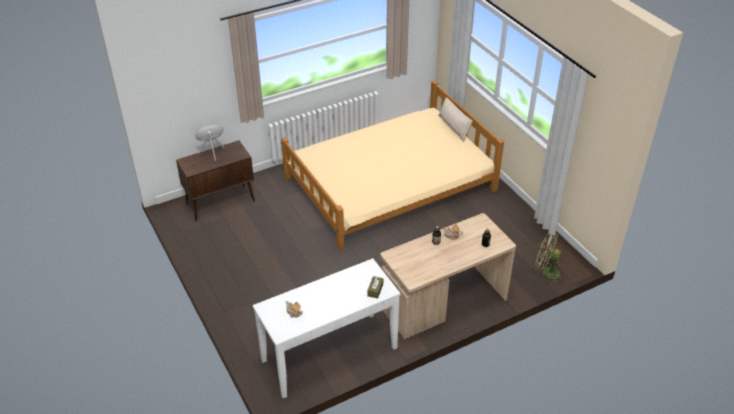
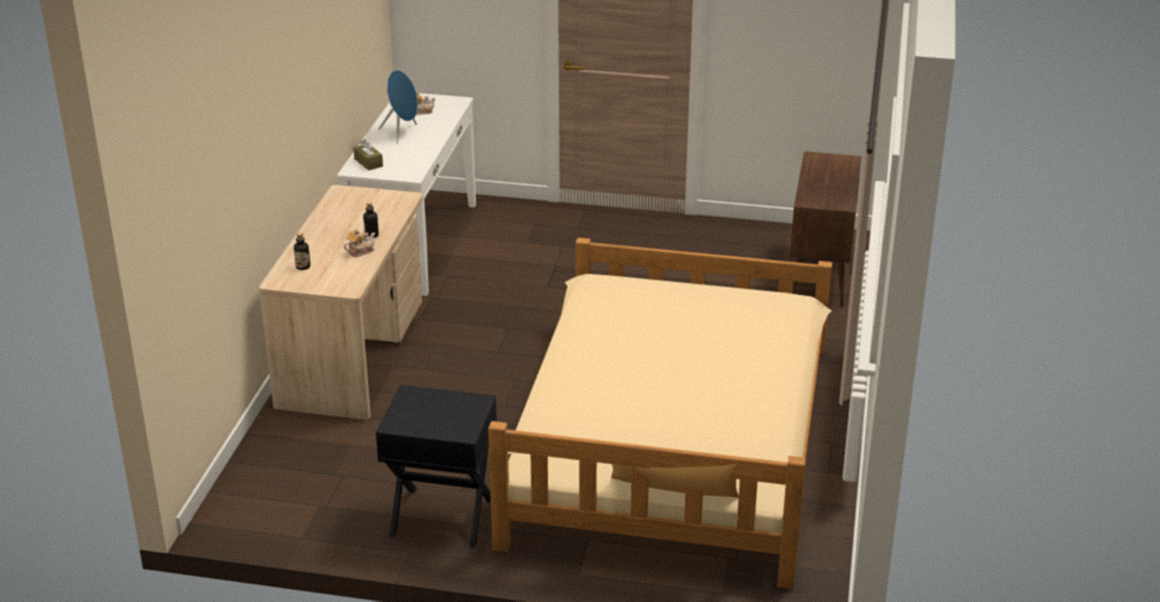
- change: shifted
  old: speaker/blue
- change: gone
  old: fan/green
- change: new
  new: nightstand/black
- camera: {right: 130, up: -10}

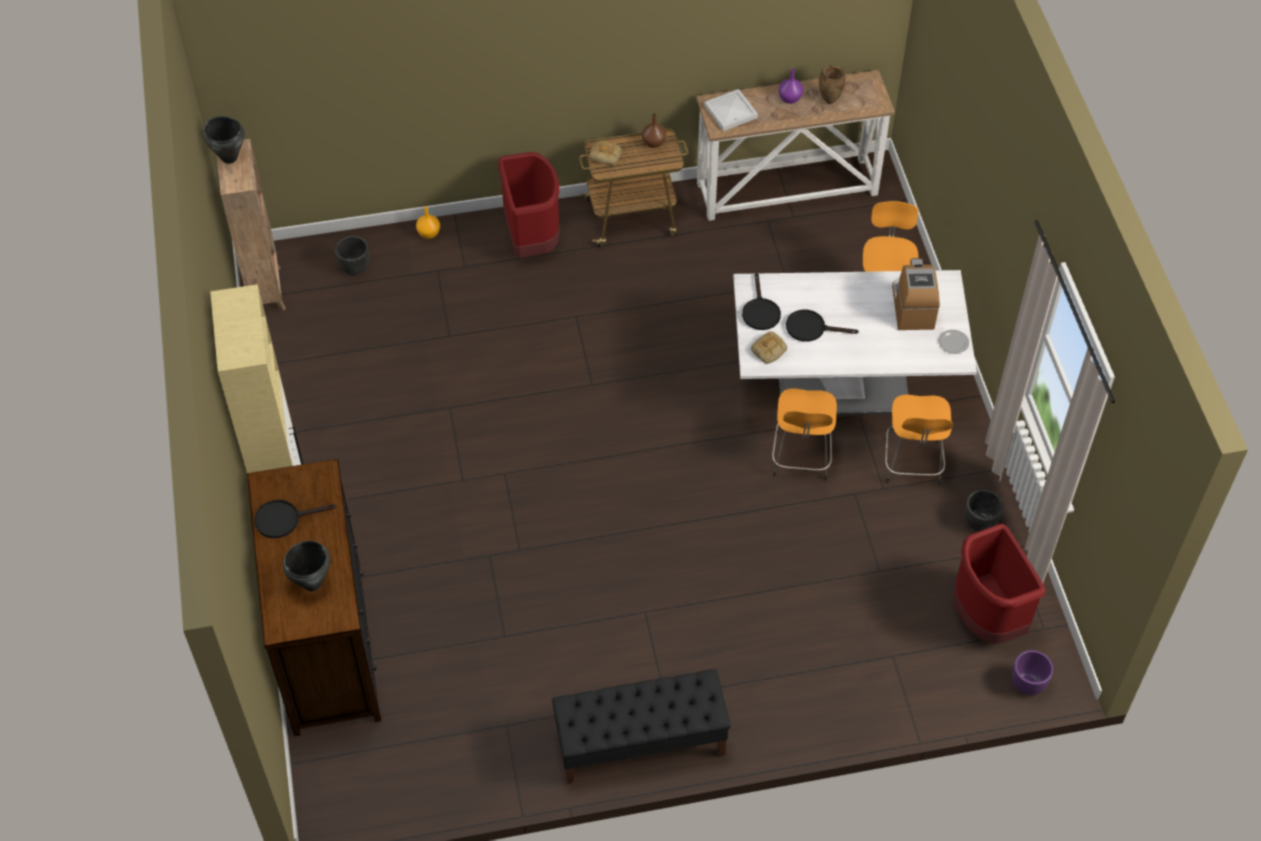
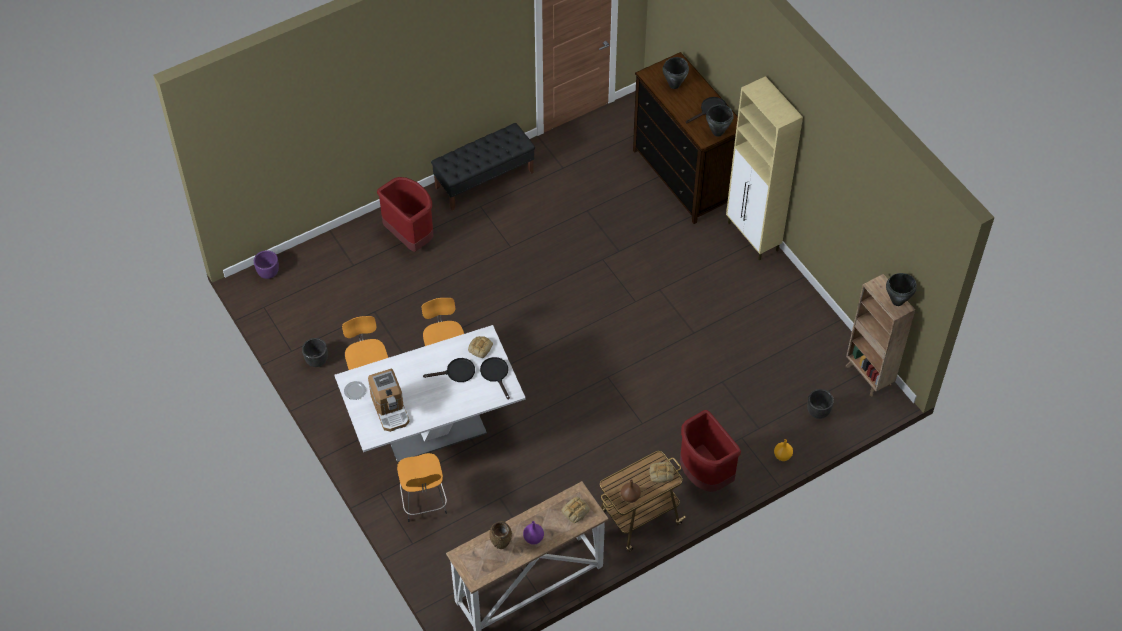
- change: swapped
  old: tray/white
  new: bread (no. 2 from left)
- change: shifted
  old: trash can/red (no. 2 from left in the first image)
  new: trash can/red (no. 1 from left)
- change: new
  new: cooking pot/black (no. 2 from left)
- camera: {right: 160, up: 0}

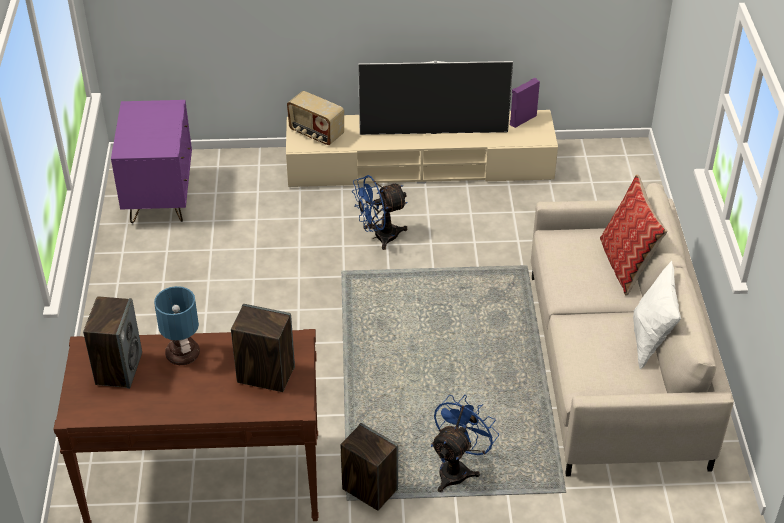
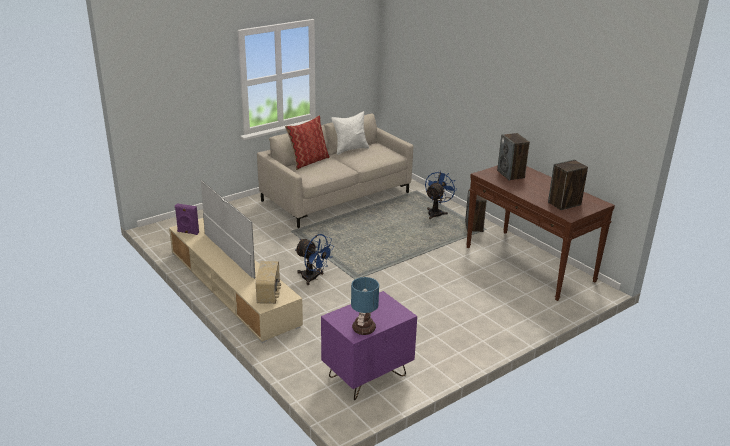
- change: shifted
  old: table lamp
- change: rotated
  old: fan/blue (no. 2 from left)
  degrees: 120
- camera: {right: -125, up: -15}

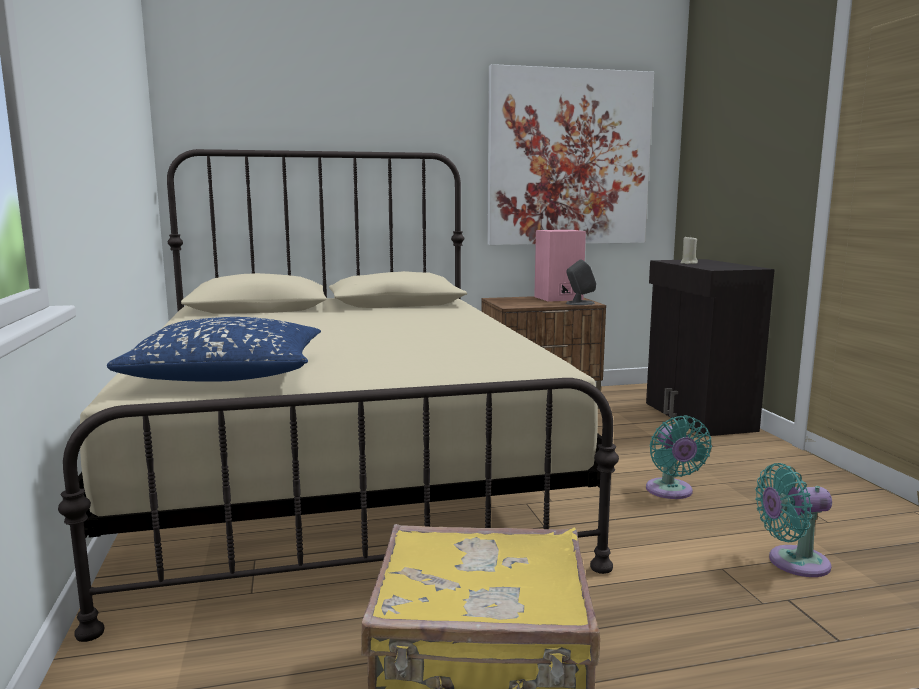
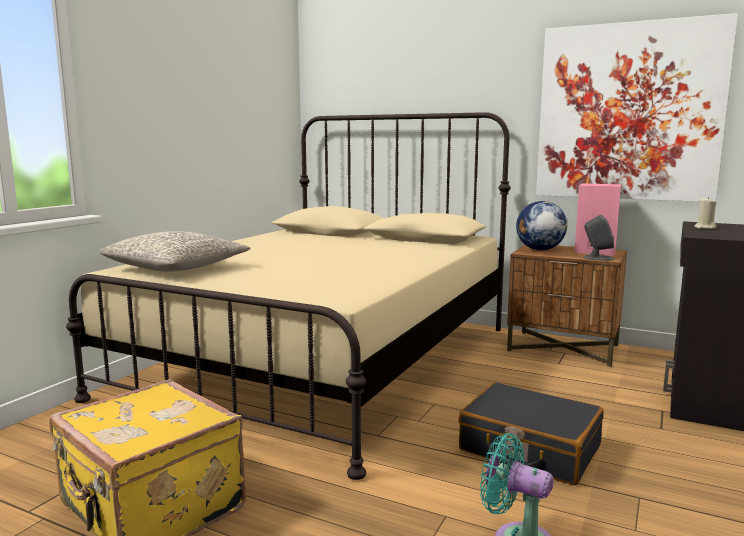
- change: repainted
  old: pillow/blue
  new: pillow/grey
- change: swapped
  old: fan/turquoise (no. 1 from left)
  new: suitcase/black
- change: new
  new: globe
- camera: {right: 40, up: 0}

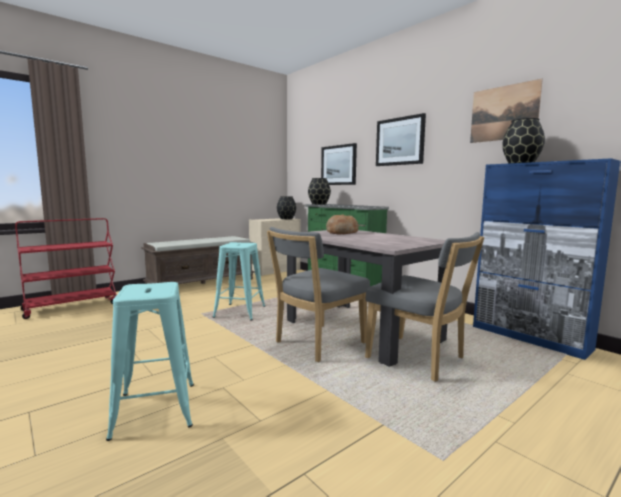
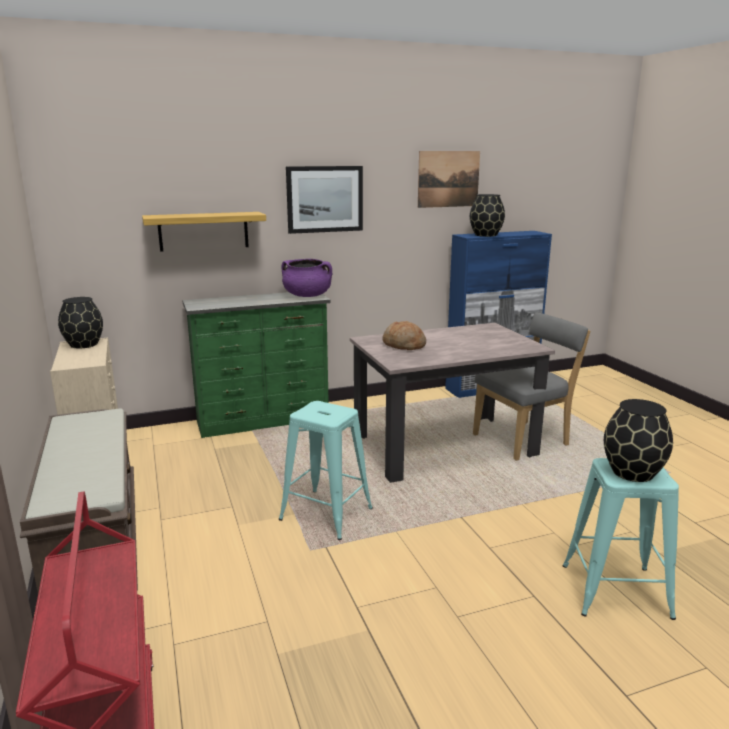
- change: swapped
  old: picture (no. 1 from left)
  new: shelf
- change: shifted
  old: vase/black (no. 2 from left in the first image)
  new: vase/black (no. 3 from left)
- change: gone
  old: chair/grey (no. 1 from left)
- change: new
  new: cooking pot/purple
- camera: {right: -70, up: 10}

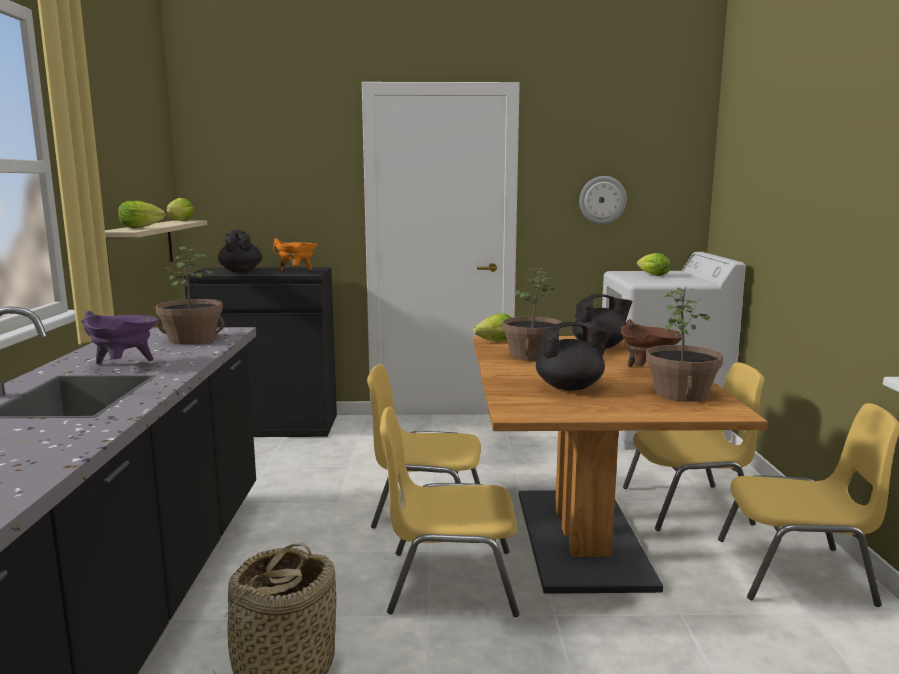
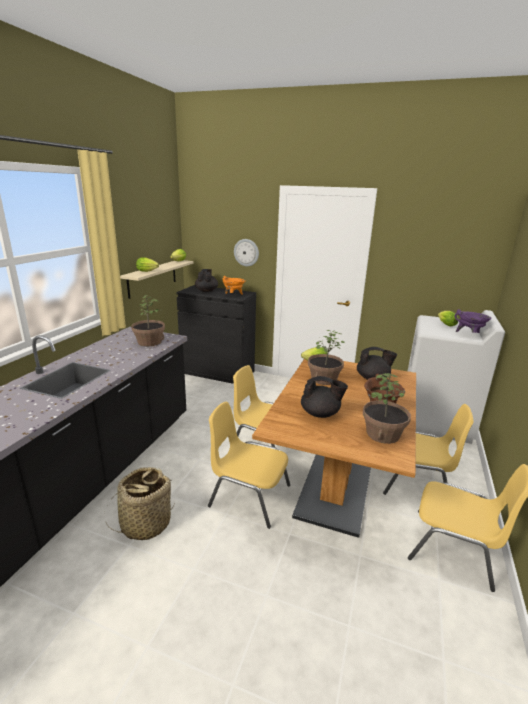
- change: shifted
  old: wall clock
- change: shifted
  old: cooking pot/purple
- camera: {right: 20, up: 10}

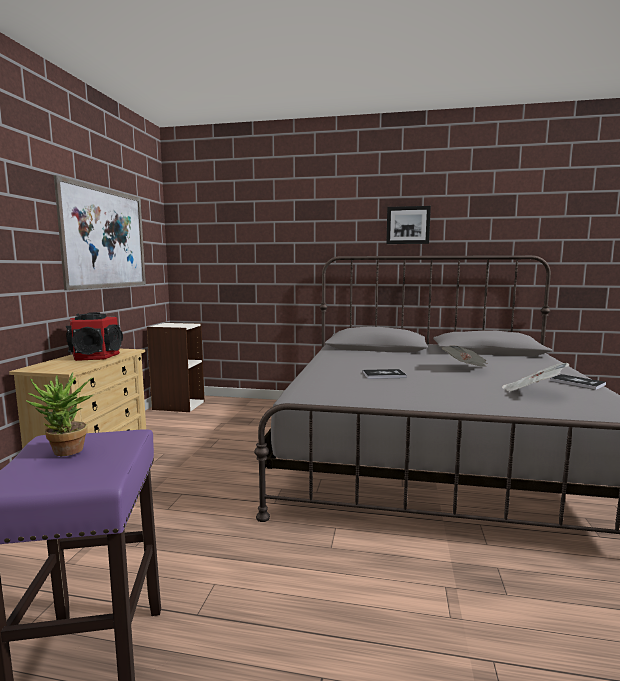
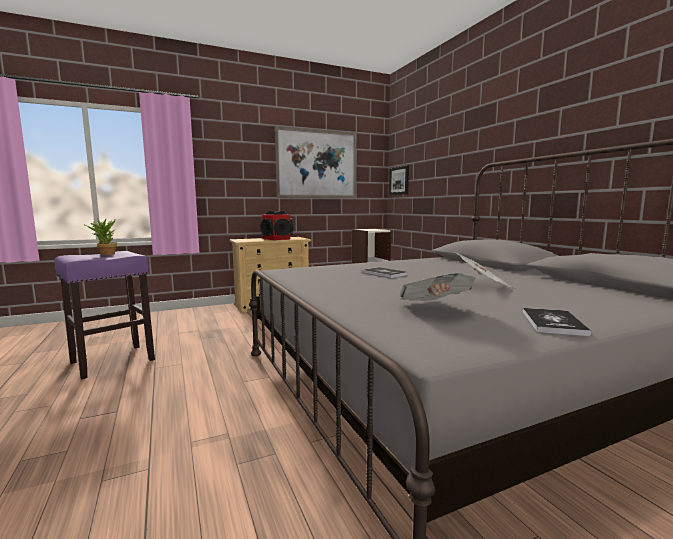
- change: shifted
  old: picture (no. 2 from left)
- camera: {right: 55, up: 0}

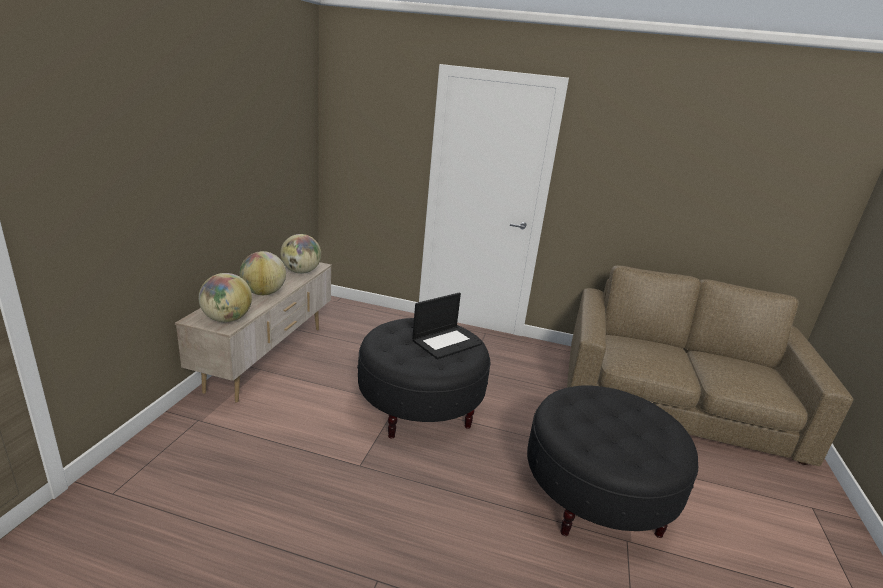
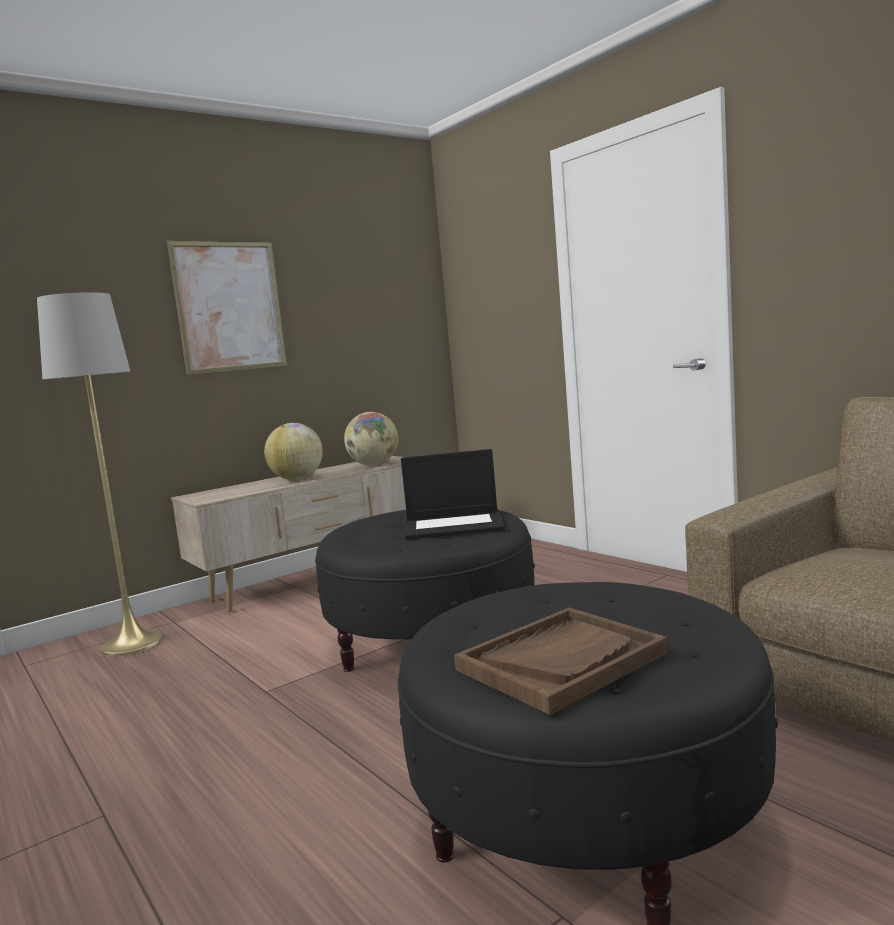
- change: gone
  old: globe (no. 1 from left)
- change: new
  new: picture
- change: new
  new: floor lamp/grey
- change: new
  new: tray/brown
- camera: {right: 40, up: -15}

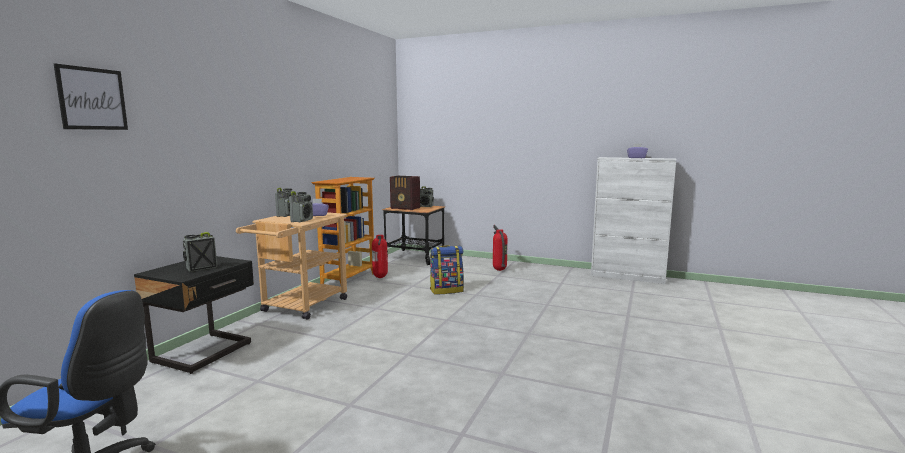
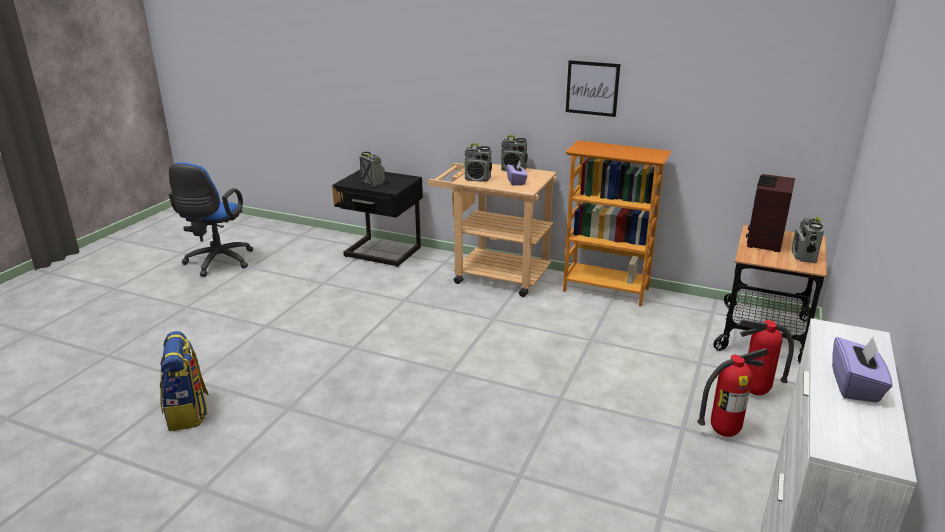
- change: shifted
  old: picture
- change: shifted
  old: fire extinguisher (no. 1 from left in the first image)
  new: fire extinguisher (no. 2 from left)
- change: shifted
  old: backpack
- camera: {right: 90, up: 15}

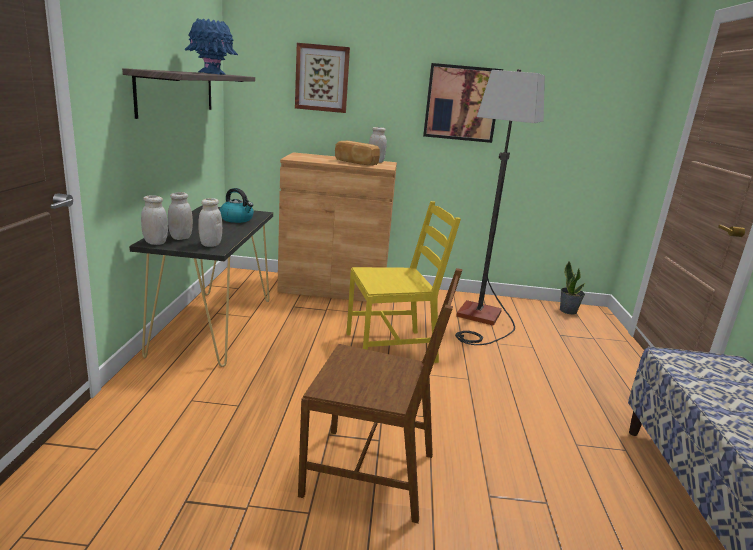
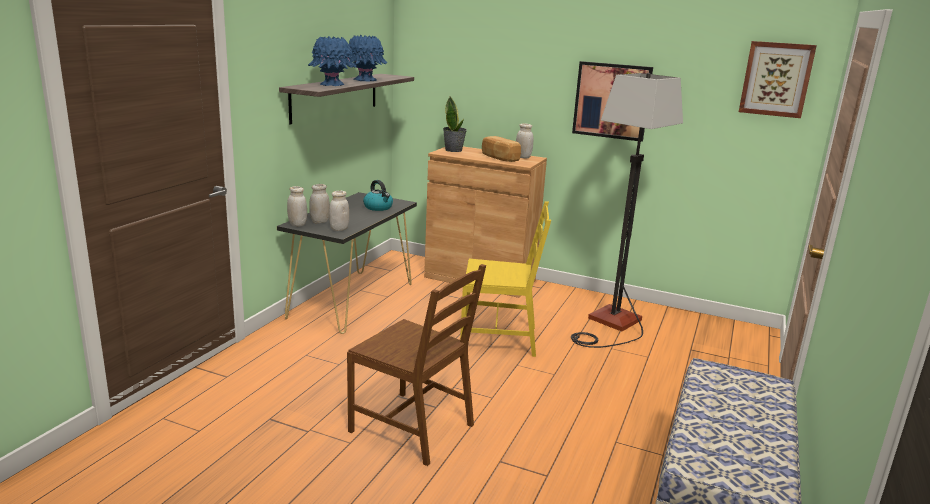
- change: shifted
  old: picture (no. 1 from left in the first image)
  new: picture (no. 2 from left)
- change: shifted
  old: potted plant
- change: new
  new: vase/blue (no. 1 from left)
- camera: {right: 20, up: 0}

